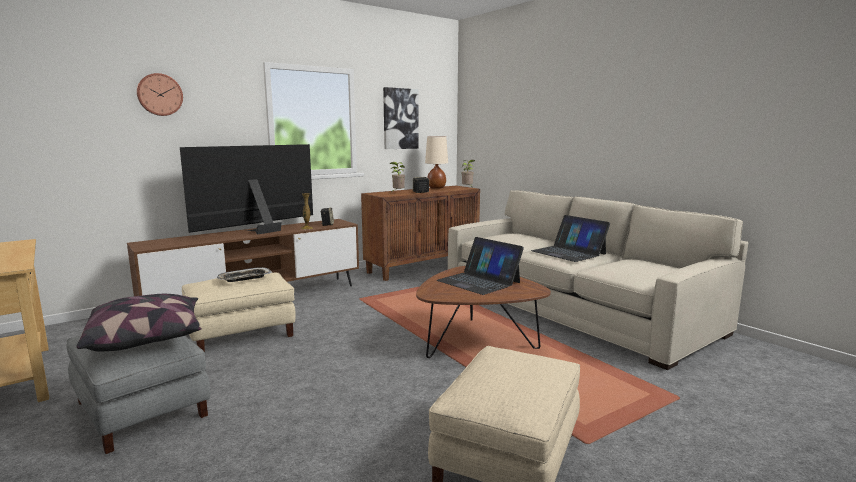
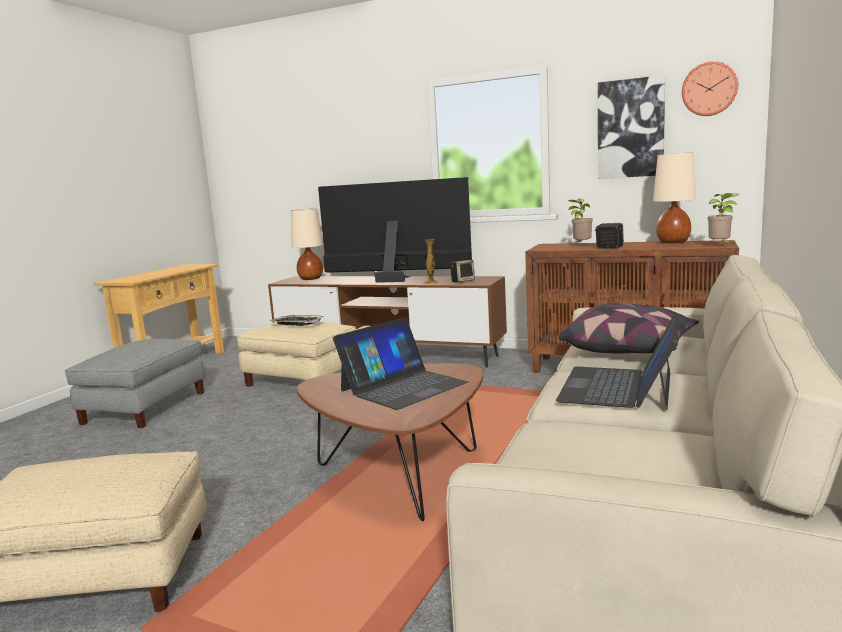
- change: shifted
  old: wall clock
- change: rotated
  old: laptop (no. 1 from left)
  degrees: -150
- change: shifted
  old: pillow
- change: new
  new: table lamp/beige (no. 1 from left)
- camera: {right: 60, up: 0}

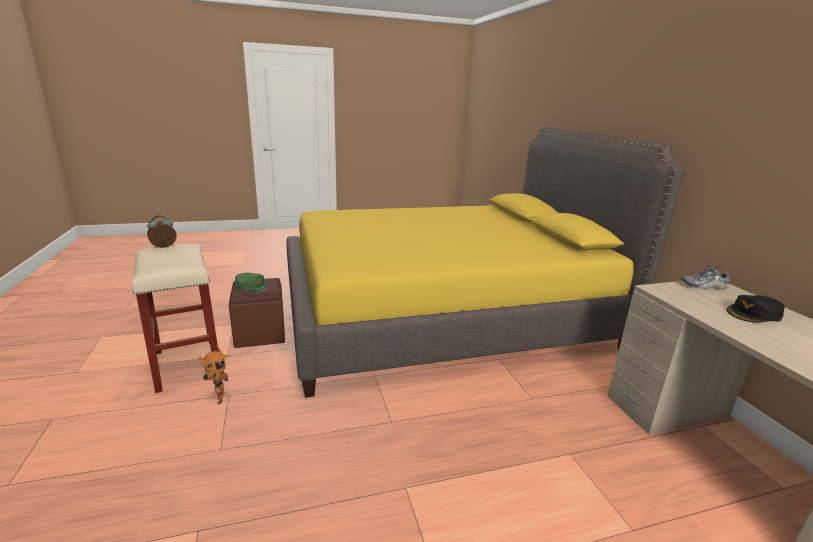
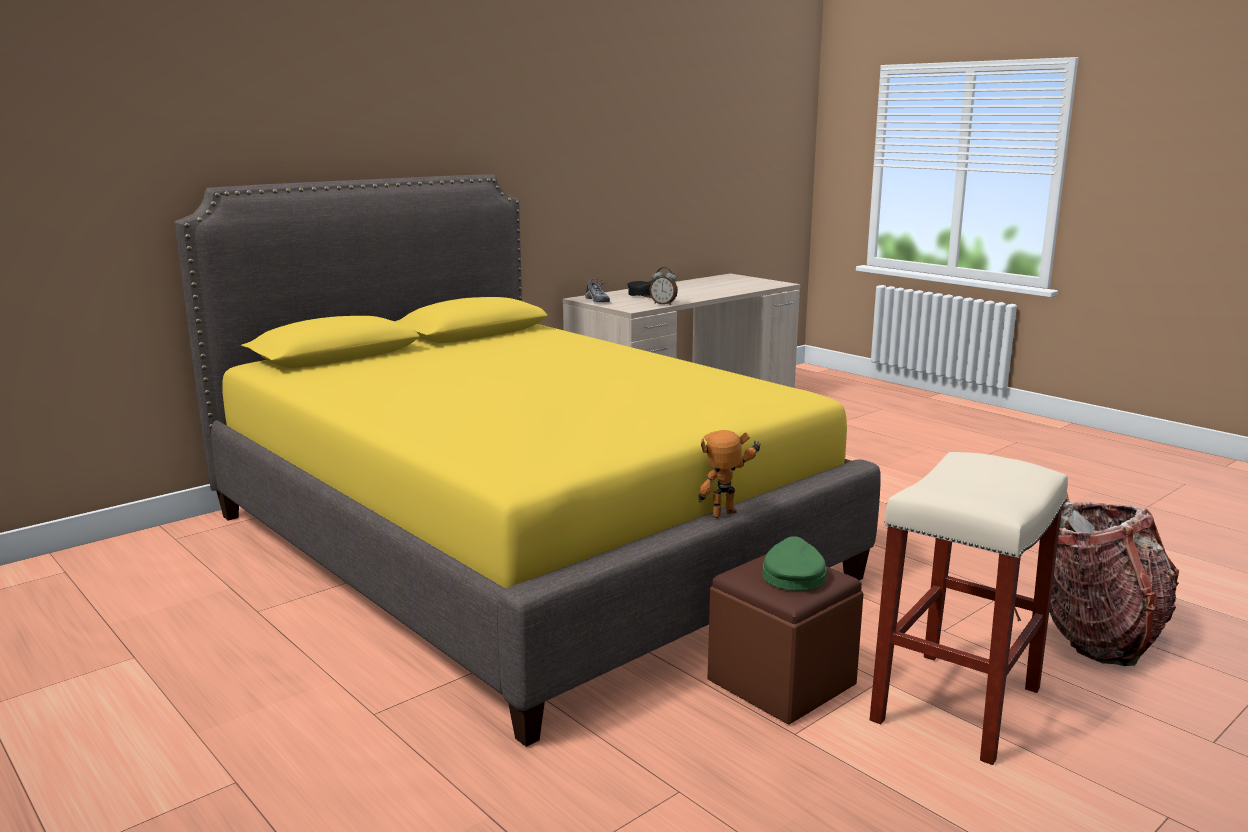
- change: shifted
  old: alarm clock
- change: shifted
  old: toy robot
- change: new
  new: backpack
- camera: {right: -115, up: -5}

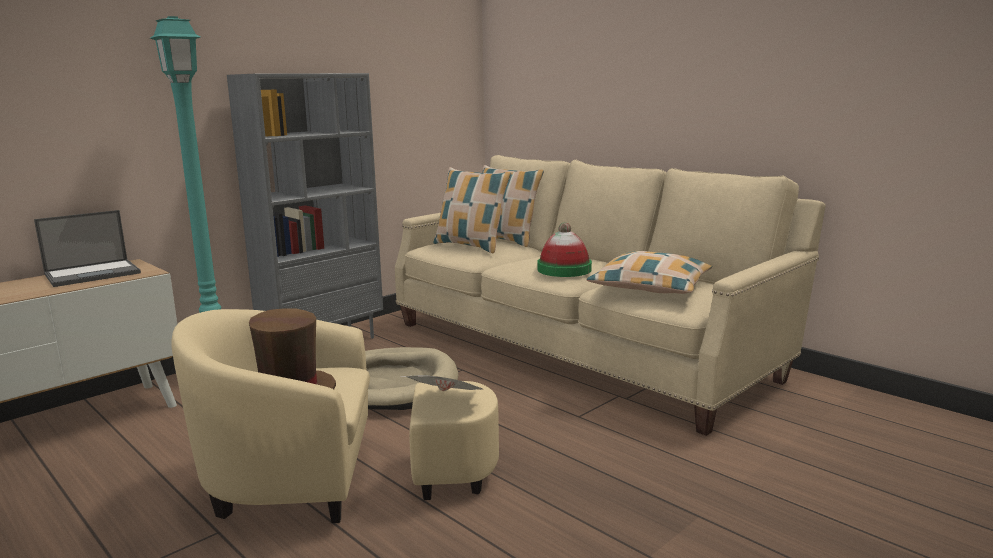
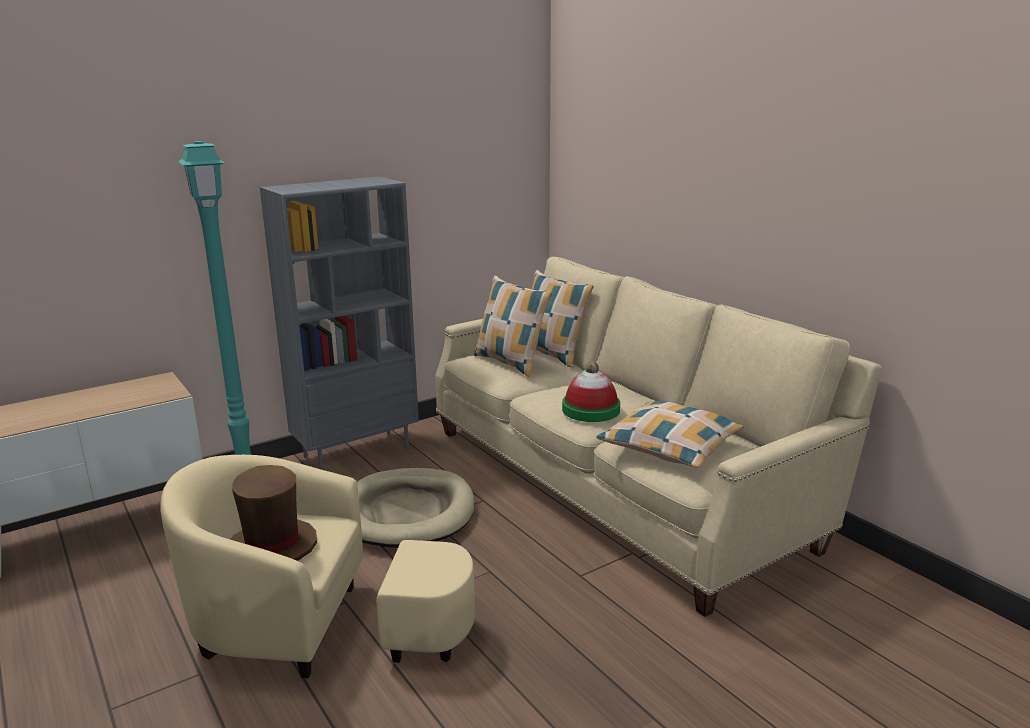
- change: gone
  old: laptop
- change: gone
  old: newspaper
- camera: {right: 10, up: 5}

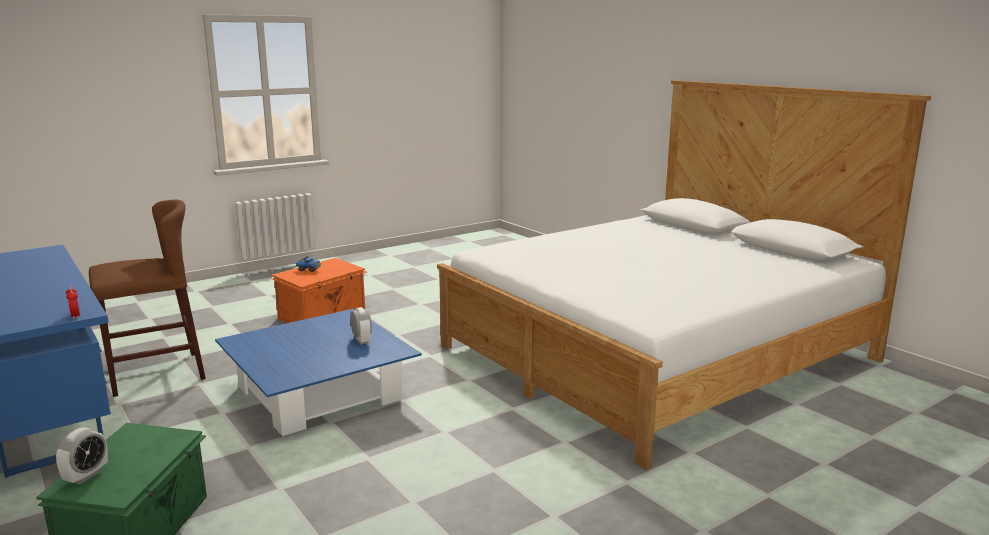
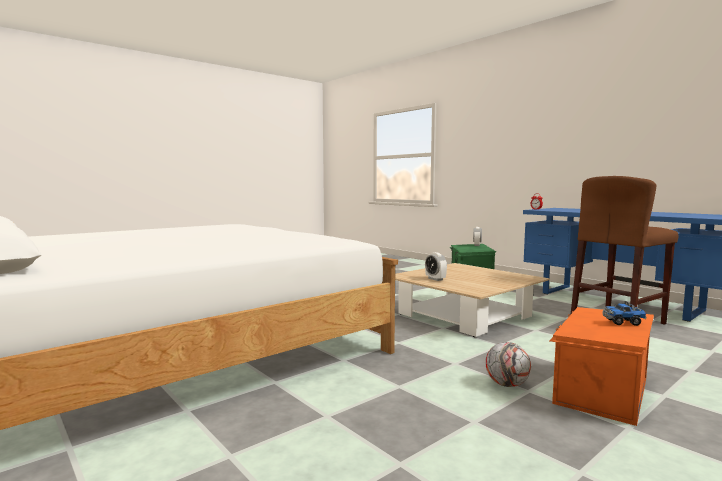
- change: repainted
  old: coffee table/blue
  new: coffee table/beige
- change: new
  new: football
- camera: {right: 175, up: -10}

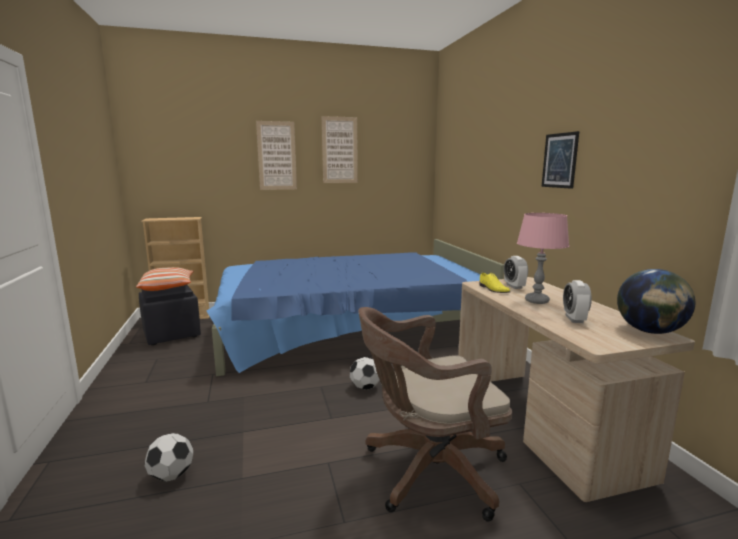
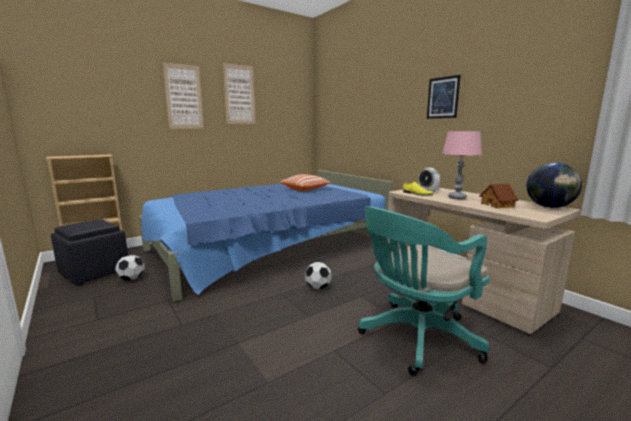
- change: shifted
  old: pillow
- change: swapped
  old: alarm clock (no. 2 from left)
  new: toy house
- change: repainted
  old: office chair/brown
  new: office chair/turquoise
- change: shifted
  old: football (no. 1 from left)
- camera: {right: -20, up: 0}

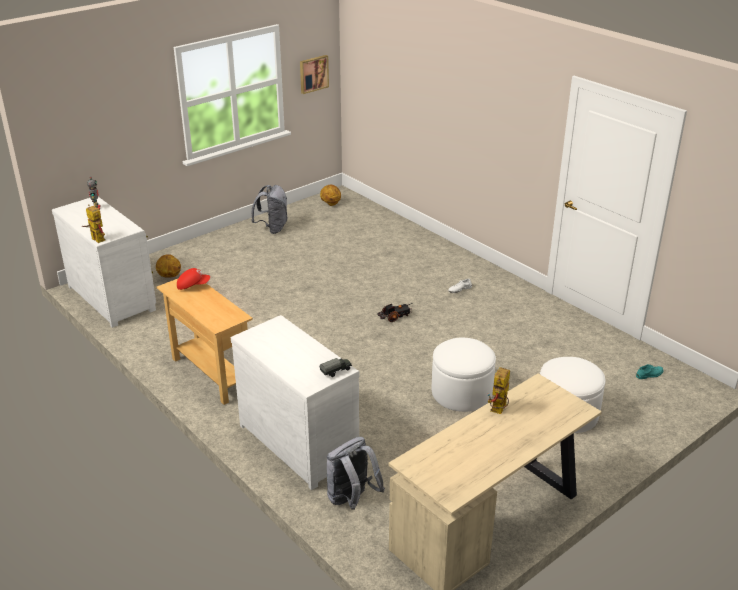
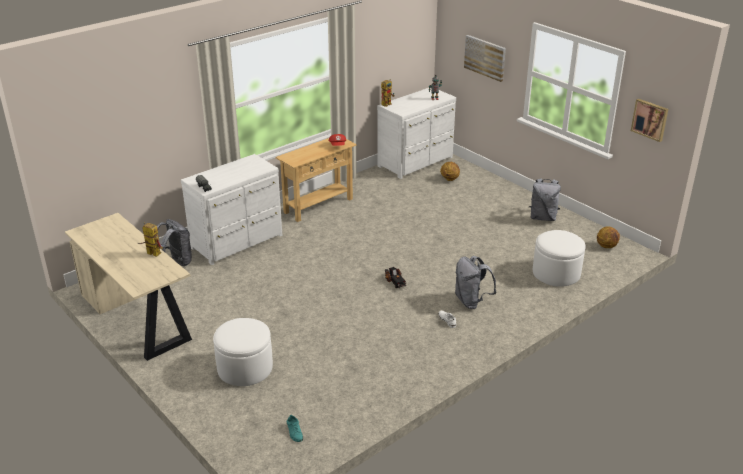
- change: shifted
  old: ottoman/white (no. 1 from left in the first image)
  new: ottoman/white (no. 2 from left)
- change: new
  new: picture (no. 1 from left)
- change: new
  new: backpack/grey (no. 2 from left)
- camera: {right: 90, up: 0}

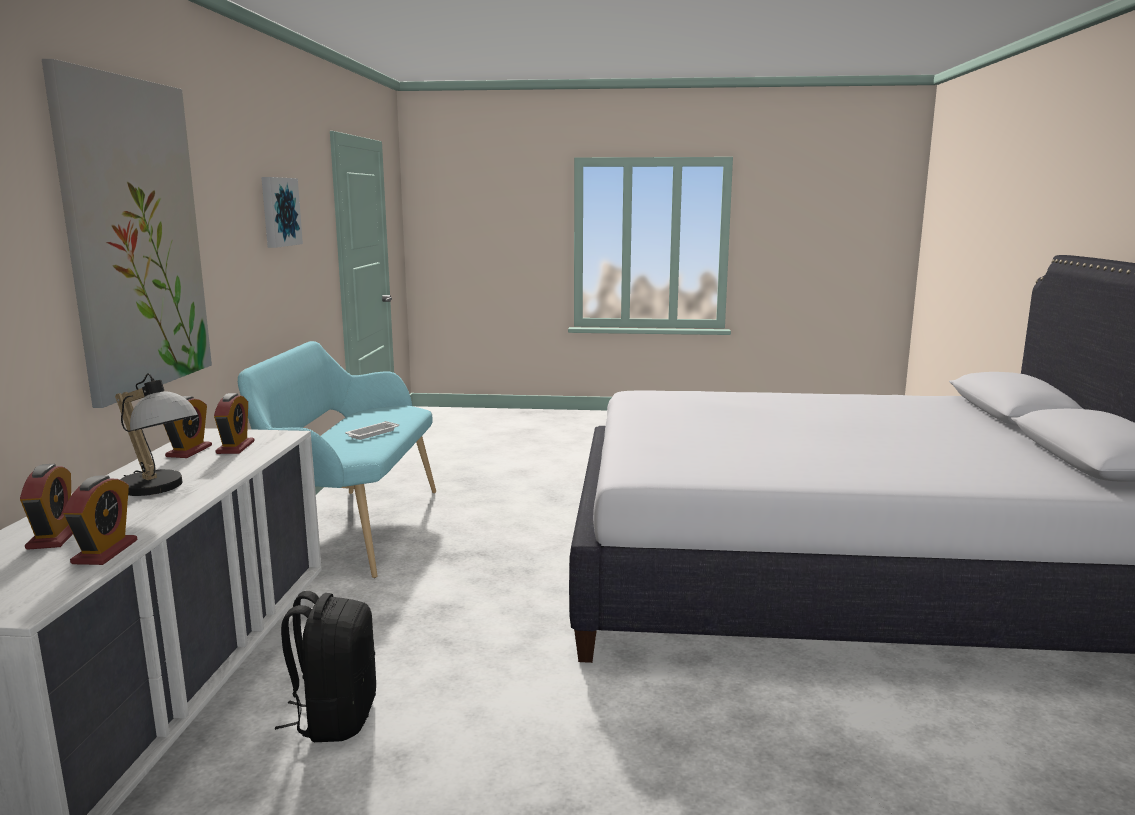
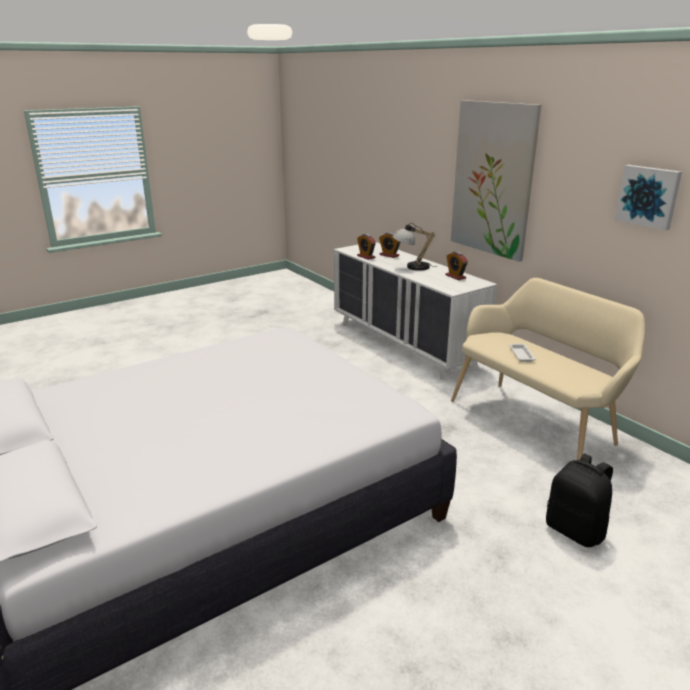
- change: repainted
  old: bench/turquoise
  new: bench/beige
- change: gone
  old: alarm clock (no. 4 from left)
- change: shifted
  old: backpack/black
- camera: {right: 140, up: 10}

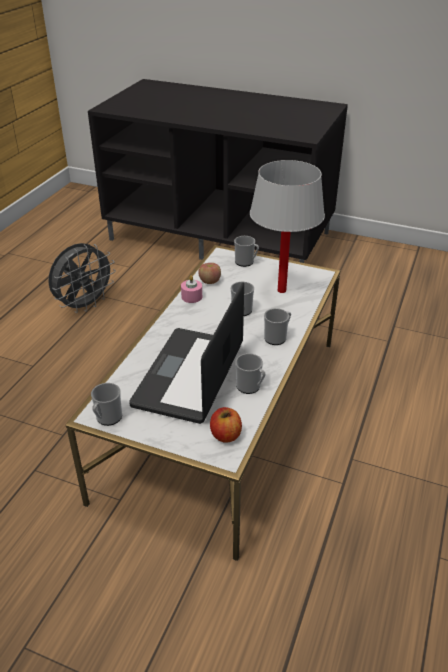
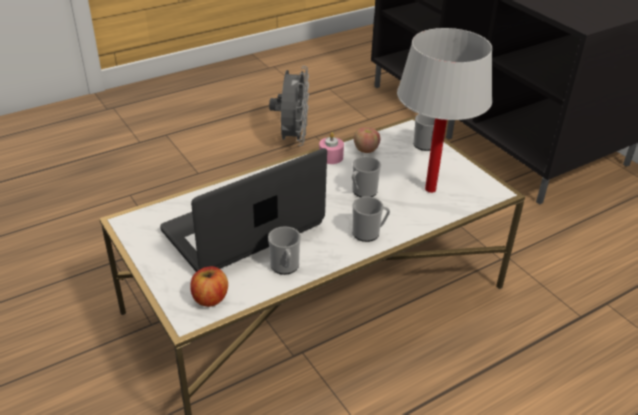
- change: rotated
  old: fan/grey
  degrees: -75
- change: gone
  old: mug (no. 1 from left)
- camera: {right: 35, up: 0}

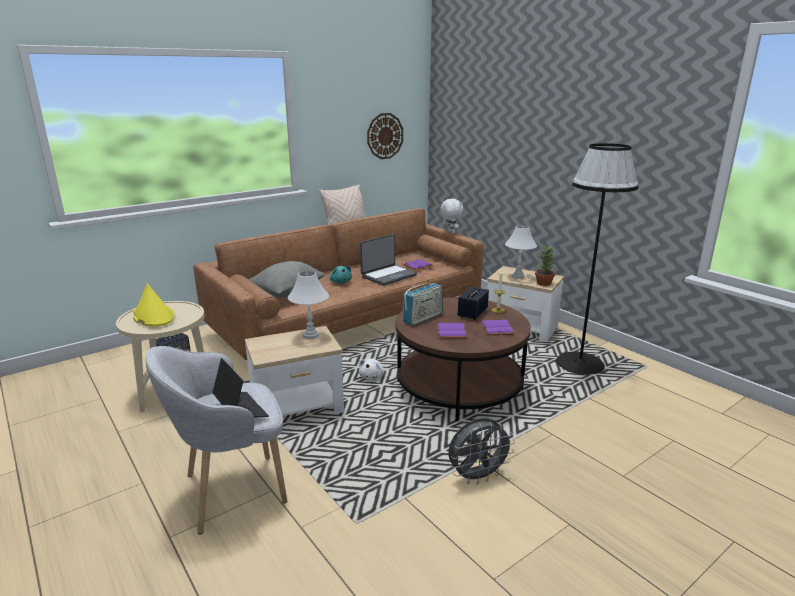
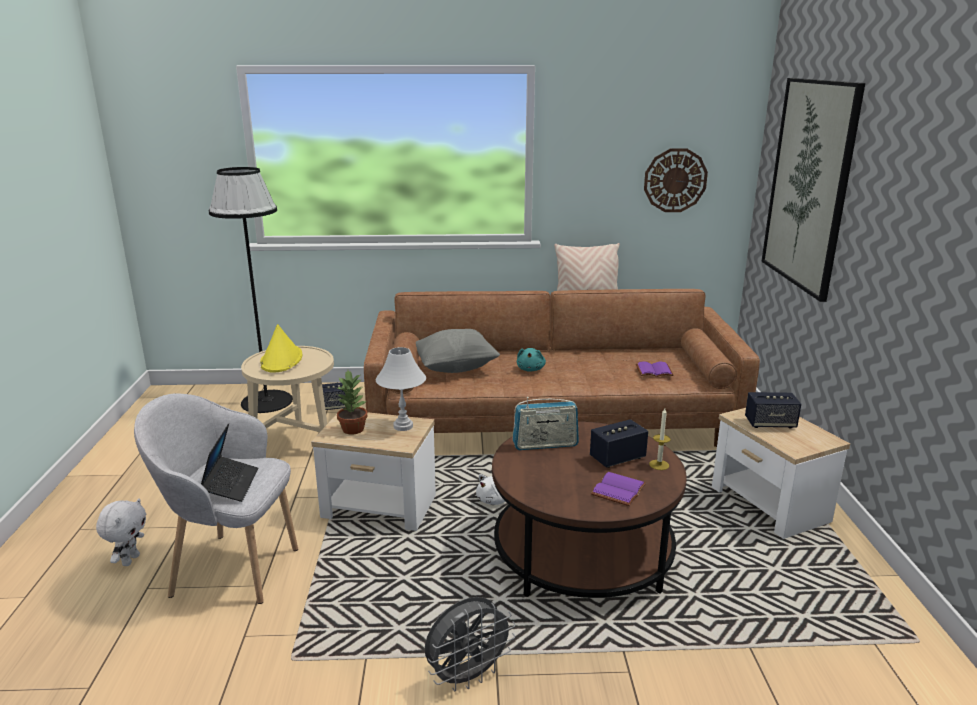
- change: shifted
  old: floor lamp/black
- change: shifted
  old: plush toy/white (no. 2 from left in the first image)
  new: plush toy/white (no. 1 from left)
- change: swapped
  old: table lamp/white (no. 2 from left)
  new: speaker (no. 3 from left)
- change: gone
  old: laptop (no. 2 from left)
- change: shifted
  old: potted plant
- change: gone
  old: book/purple (no. 2 from left)
- change: rotated
  old: fan/grey
  degrees: -45
- change: new
  new: picture
- camera: {right: 35, up: 0}

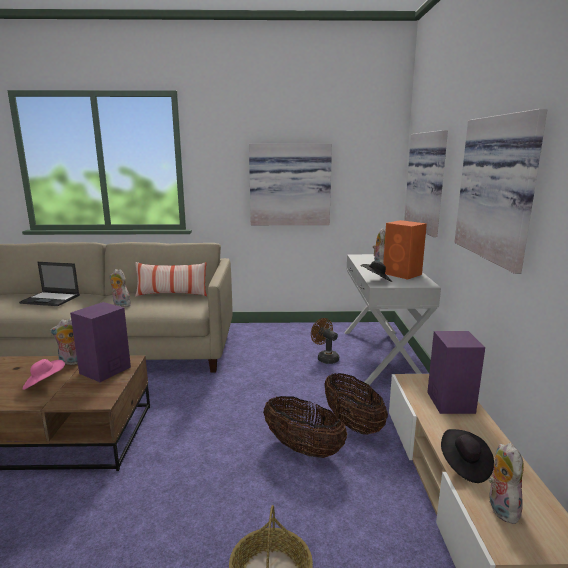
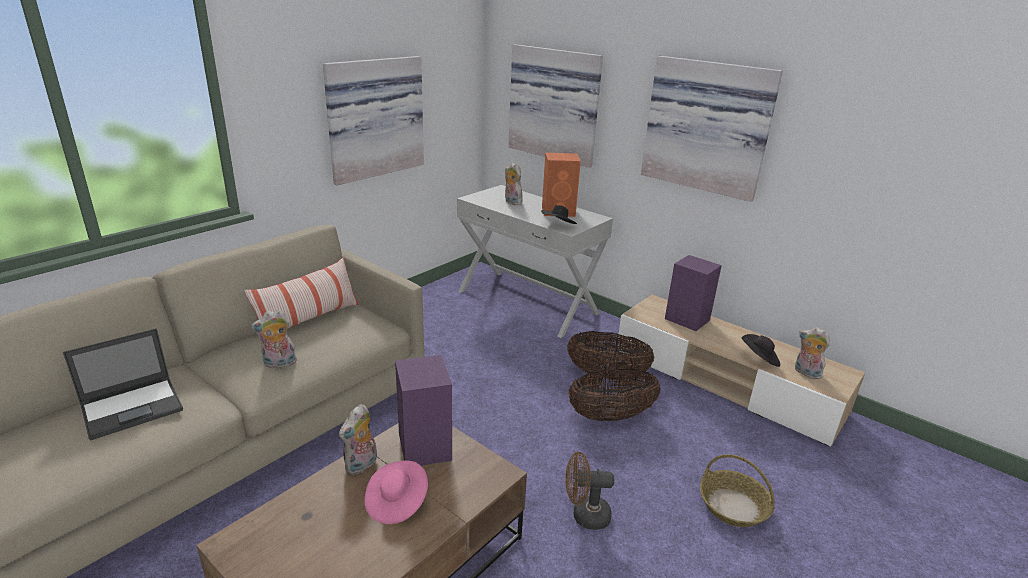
- change: shifted
  old: fan/brown
- camera: {right: -50, up: 10}

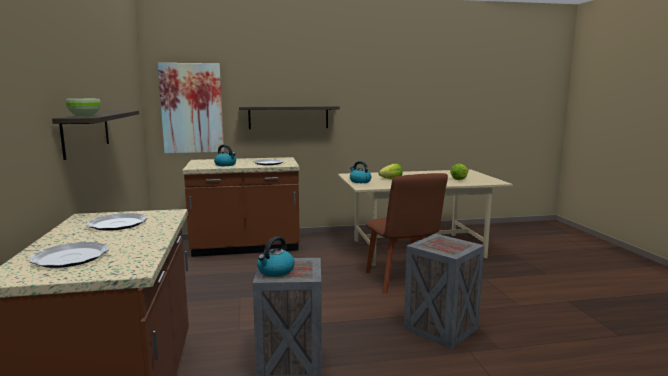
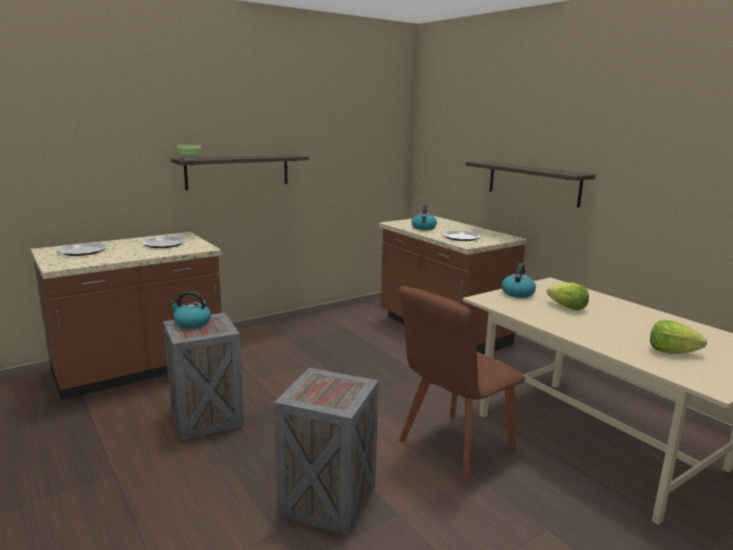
- change: gone
  old: picture
- camera: {right: 65, up: 5}

